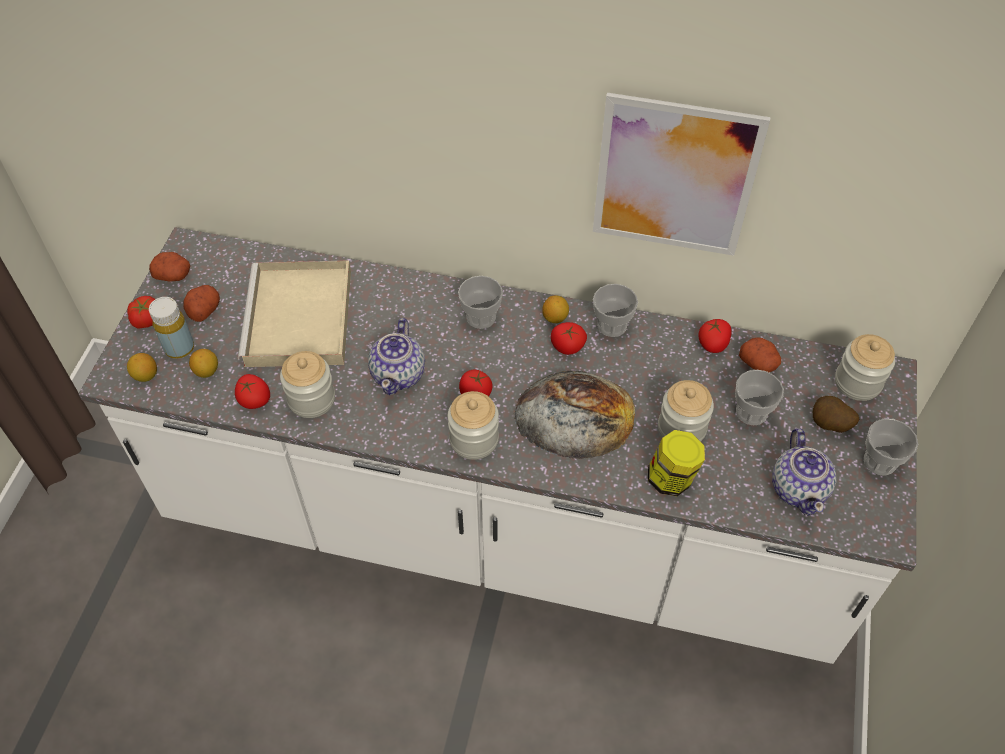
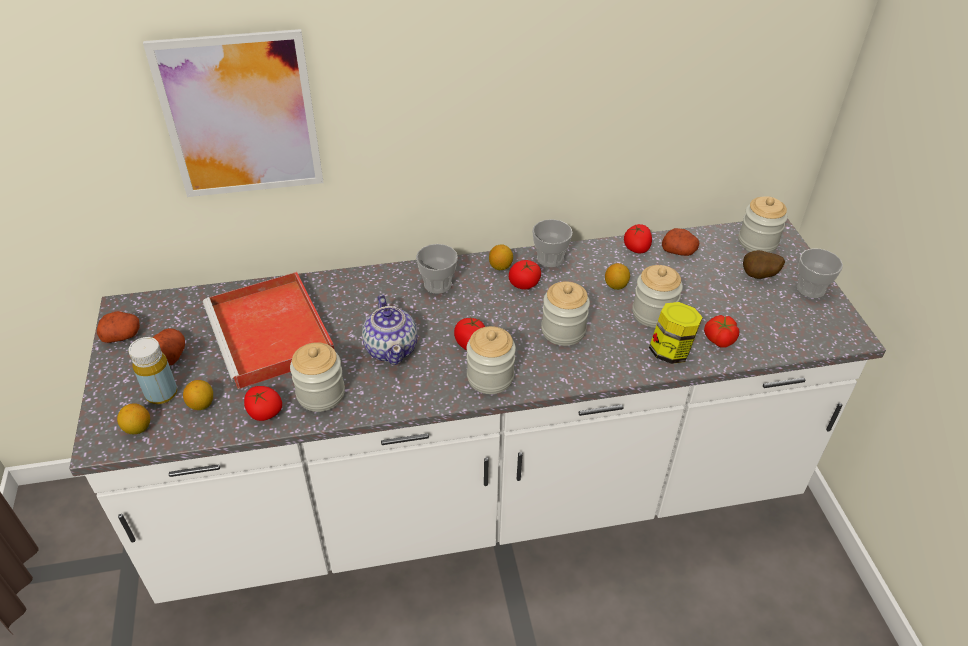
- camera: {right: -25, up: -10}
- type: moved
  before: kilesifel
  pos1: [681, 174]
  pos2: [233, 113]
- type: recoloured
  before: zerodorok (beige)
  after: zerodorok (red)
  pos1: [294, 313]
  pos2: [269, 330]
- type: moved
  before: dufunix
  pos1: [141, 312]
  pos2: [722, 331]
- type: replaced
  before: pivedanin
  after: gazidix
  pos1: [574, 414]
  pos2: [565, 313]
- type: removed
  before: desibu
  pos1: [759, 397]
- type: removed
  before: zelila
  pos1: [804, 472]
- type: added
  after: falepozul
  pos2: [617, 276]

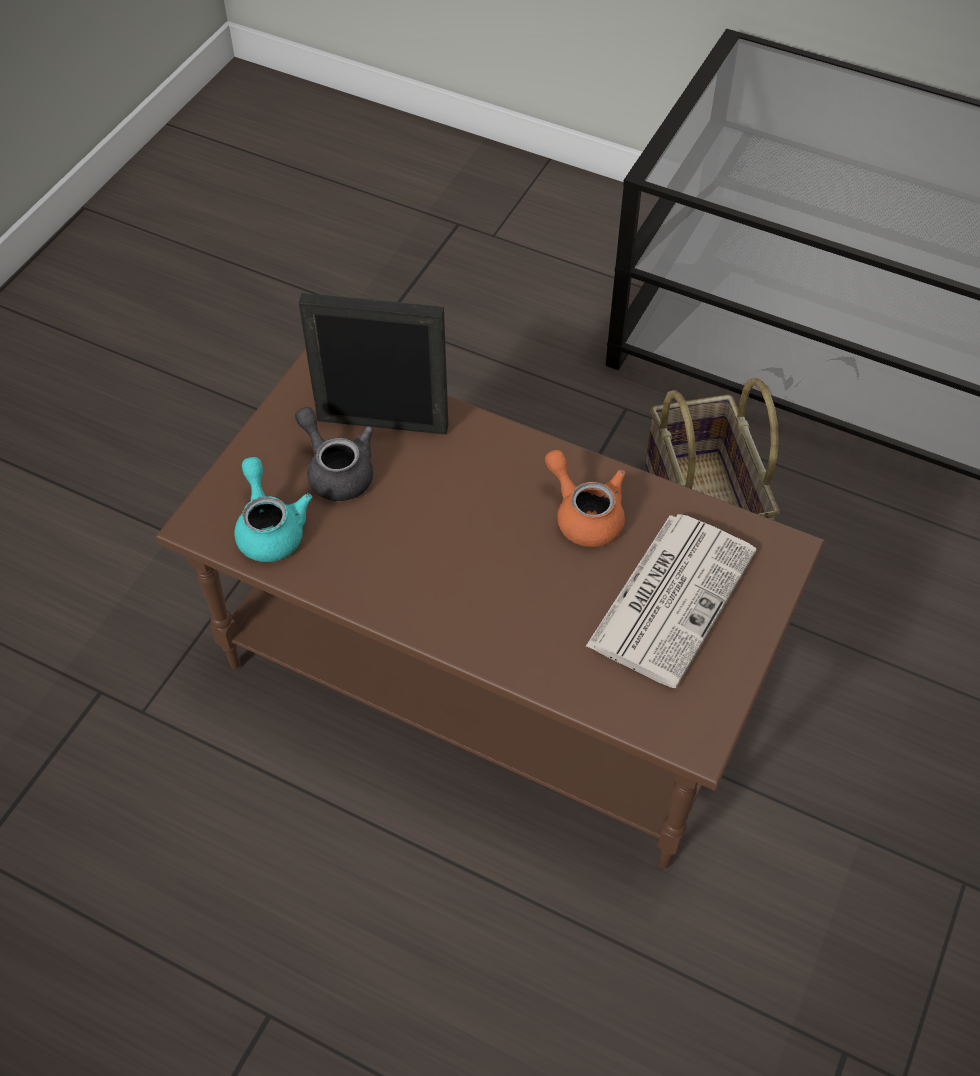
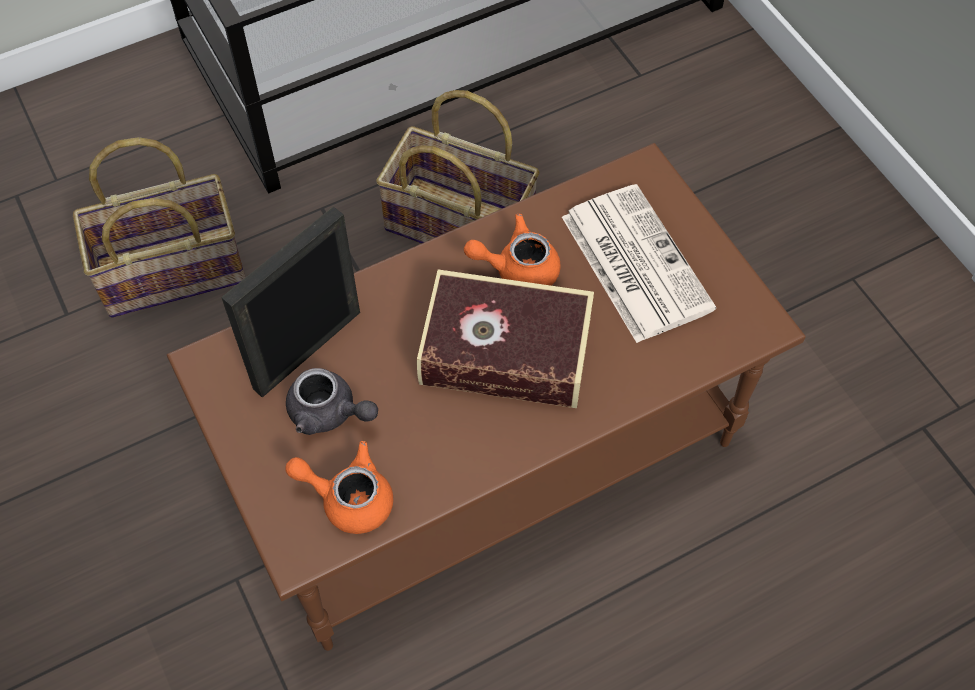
- camera: {right: -55, up: 5}
- type: turned
  before: zelila (grey)
  pos1: [334, 454]
  pos2: [332, 401]
  turn: -150
- type: recoloured
  before: zelila (turquoise)
  after: zelila (orange)
  pos1: [273, 509]
  pos2: [339, 487]
- type: added
  after: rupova
  pos2: [159, 227]
- type: added
  after: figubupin
  pos2: [505, 339]

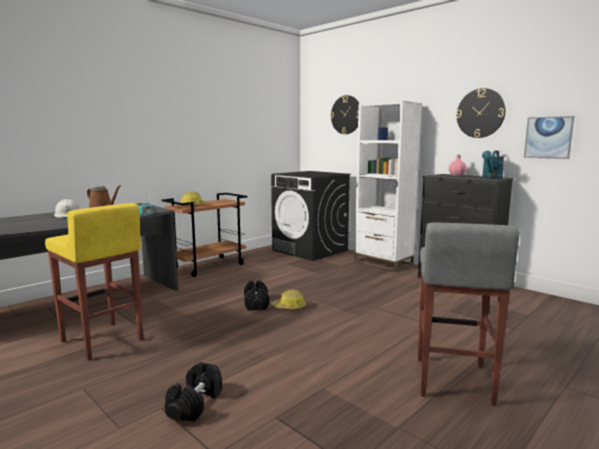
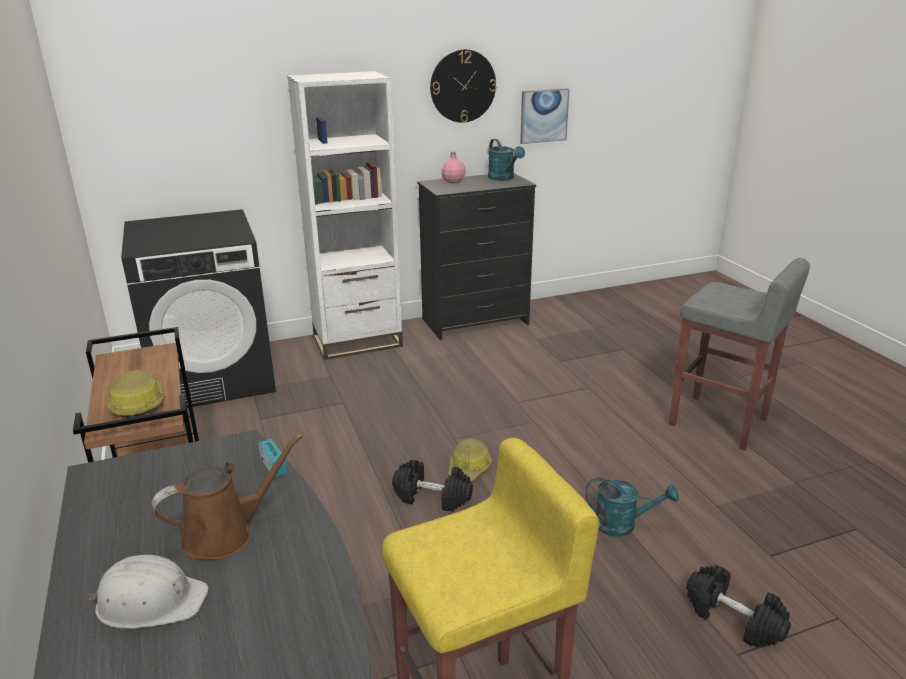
- camera: {right: -65, up: 15}
- type: removed
  before: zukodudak
  pos1: [344, 114]
- type: added
  after: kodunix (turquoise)
  pos2: [632, 507]

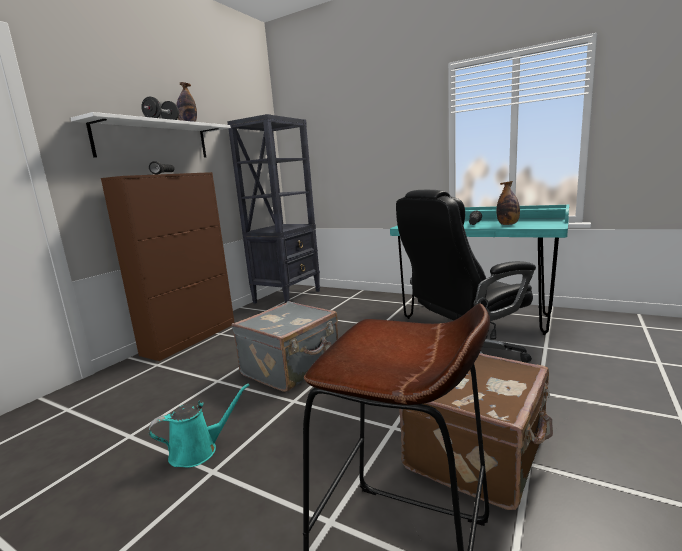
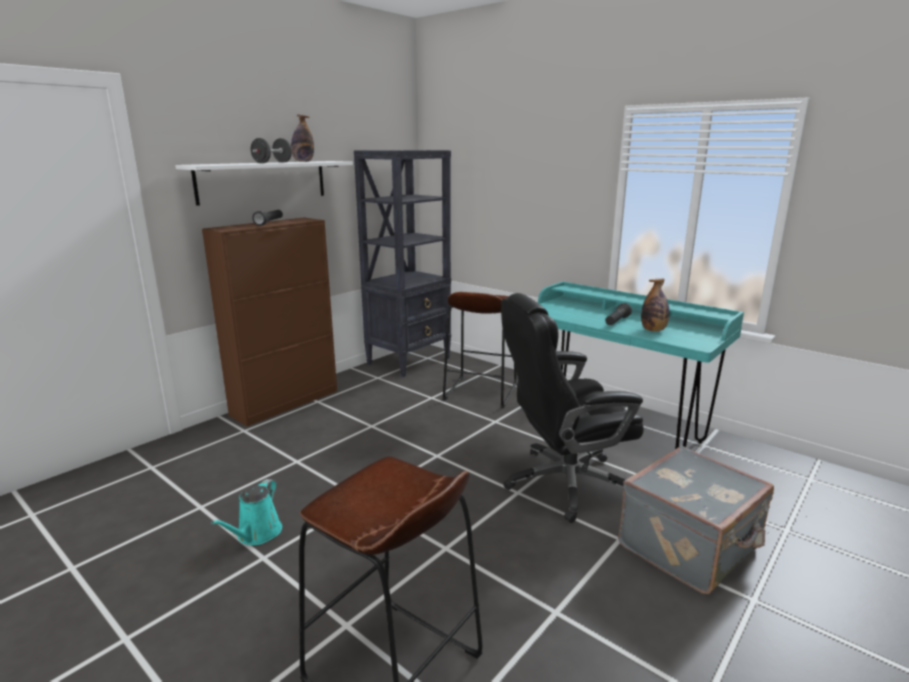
- camera: {right: 10, up: 5}
- type: moved
  before: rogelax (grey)
  pos1: [285, 346]
  pos2: [696, 520]
- type: removed
  before: rogelax (brown)
  pos1: [476, 431]
- type: turned
  before: kodunix (turquoise)
  pos1: [199, 425]
  pos2: [246, 512]
  turn: 120
- type: added
  after: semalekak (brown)
  pos2: [479, 350]

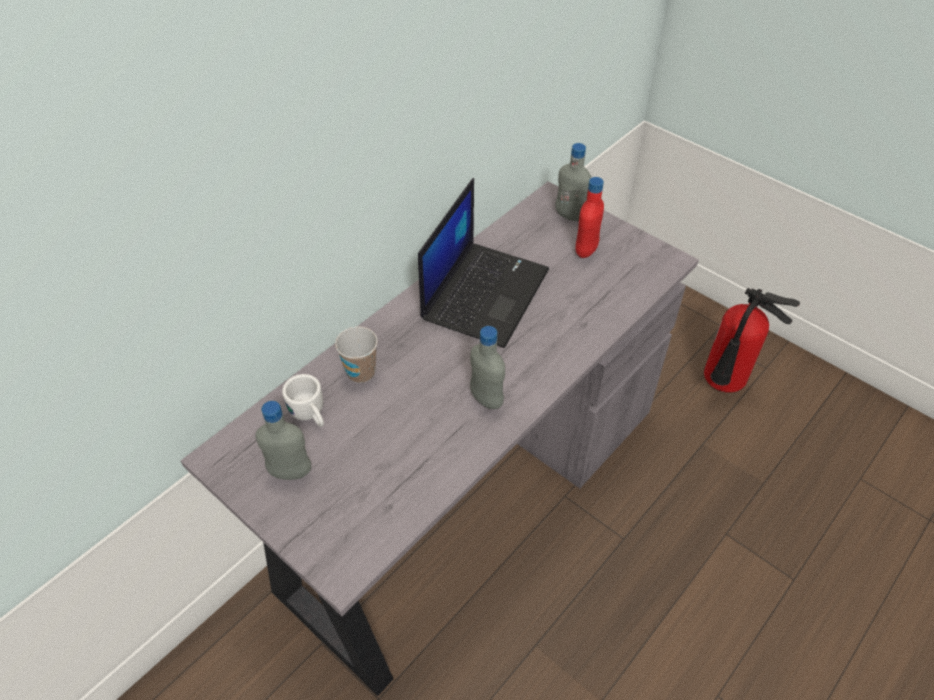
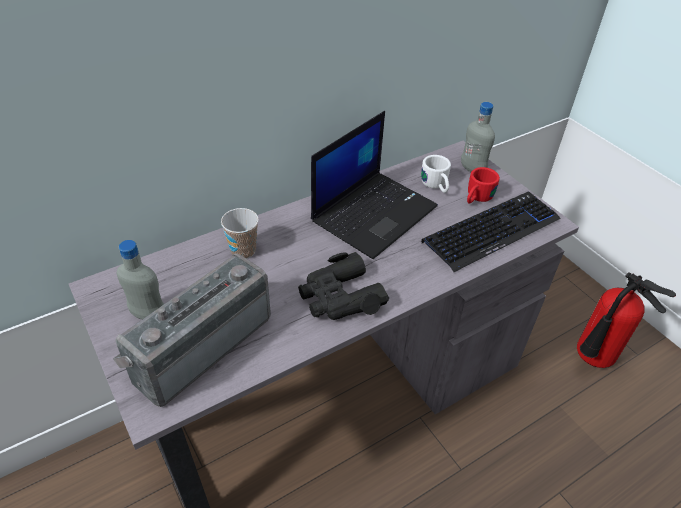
- camera: {right: 15, up: -5}
- type: replaced
  before: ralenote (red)
  after: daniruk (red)
  pos1: [589, 217]
  pos2: [483, 185]
- type: replaced
  before: ralenote (grey)
  after: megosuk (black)
  pos1: [487, 367]
  pos2: [343, 286]
- type: moved
  before: daniruk (white)
  pos1: [303, 400]
  pos2: [436, 174]
- type: added
  after: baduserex
  pos2: [491, 231]
- type: added
  after: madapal
  pos2: [192, 330]

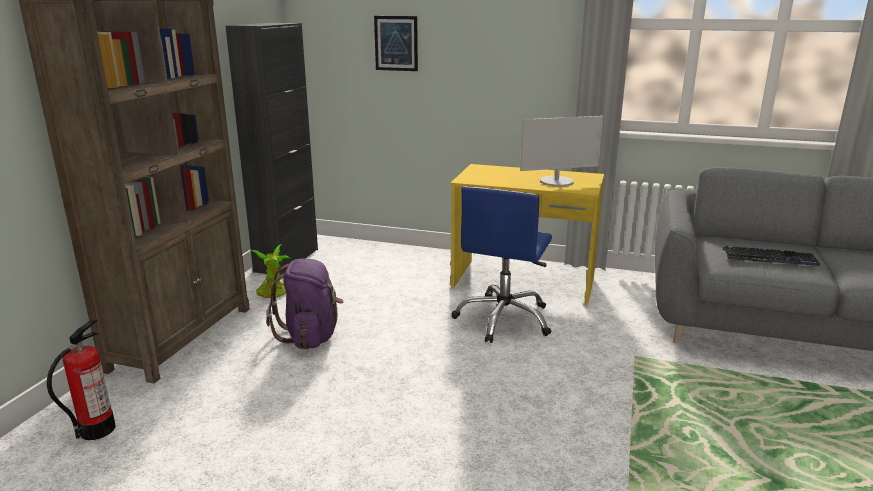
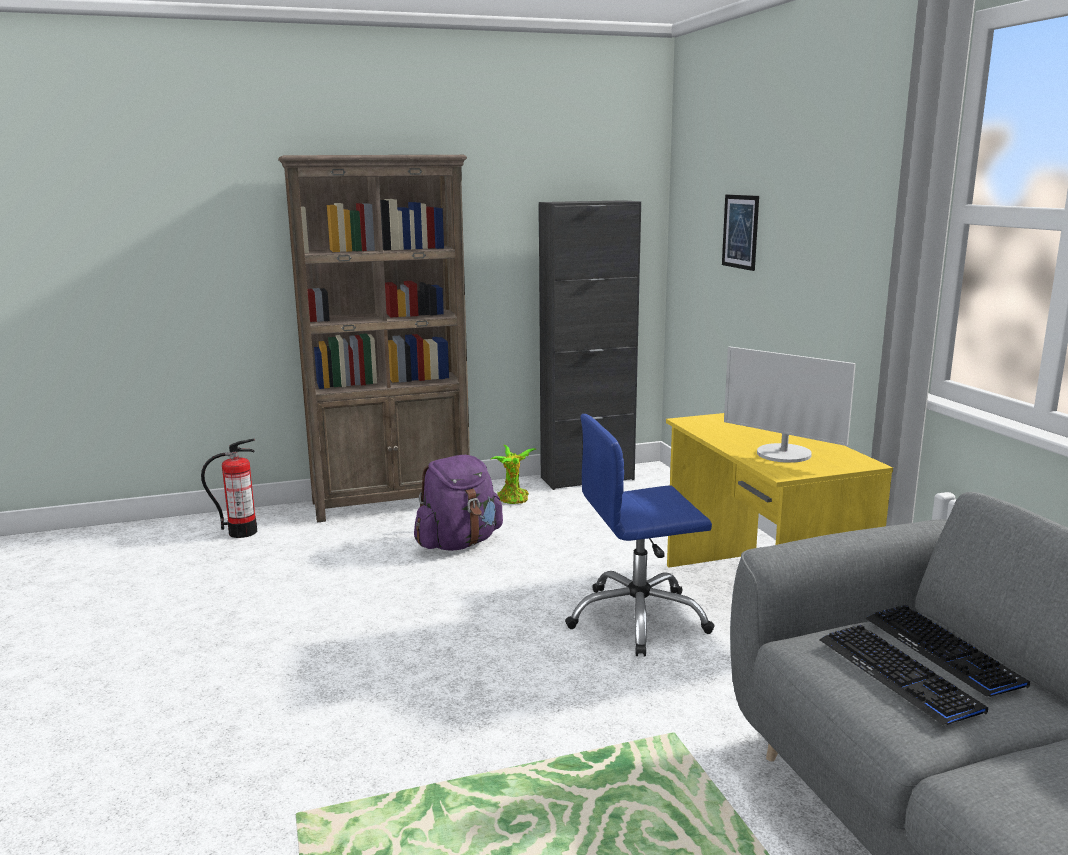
- camera: {right: 55, up: -5}
- type: added
  after: baduserex
  pos2: [947, 651]

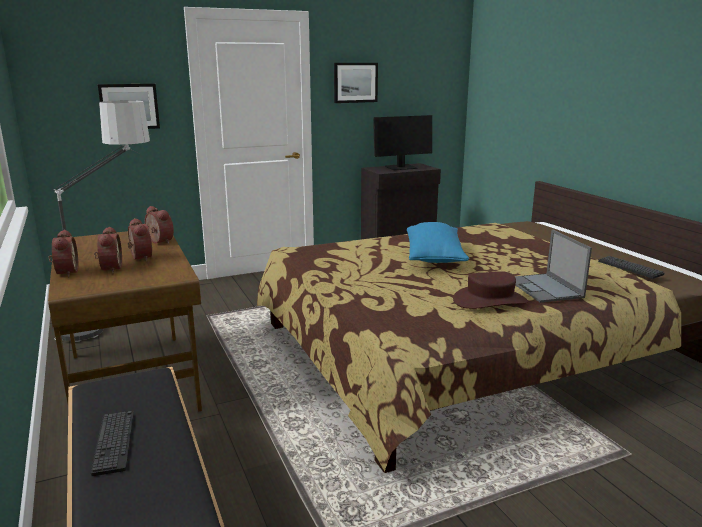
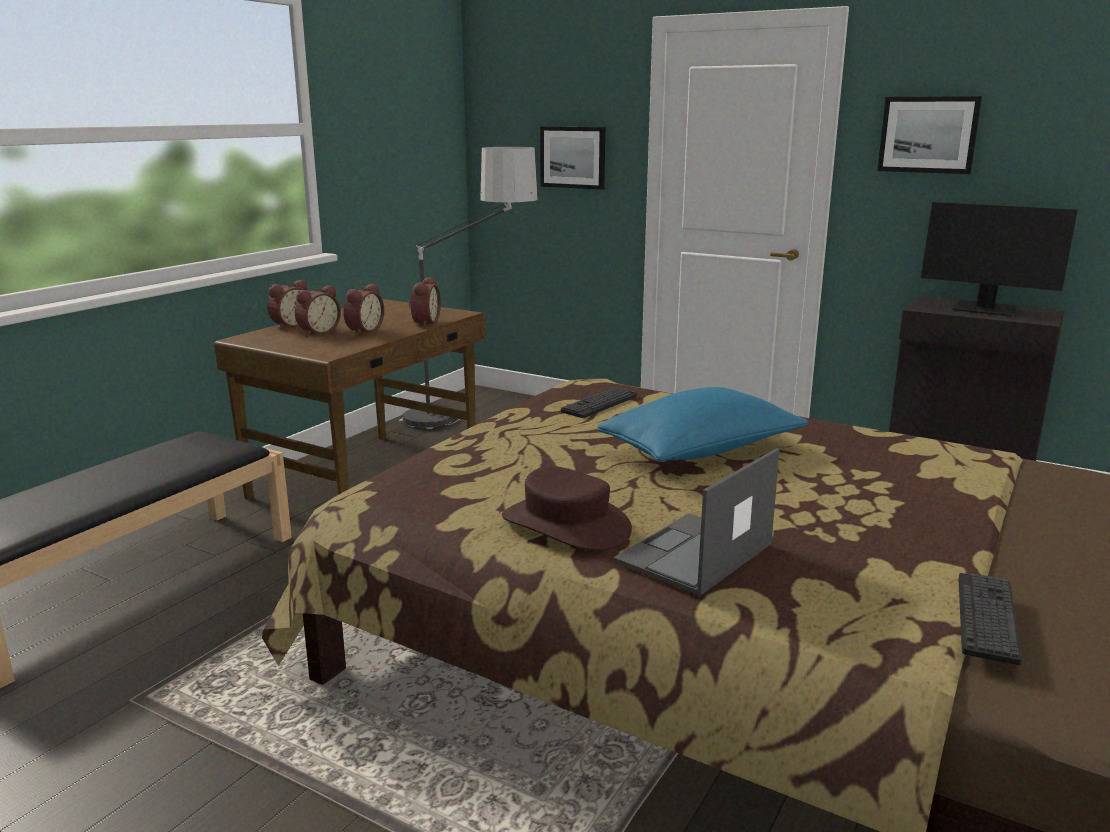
- camera: {right: 55, up: 0}
- type: moved
  before: baduserex
  pos1: [112, 443]
  pos2: [599, 402]

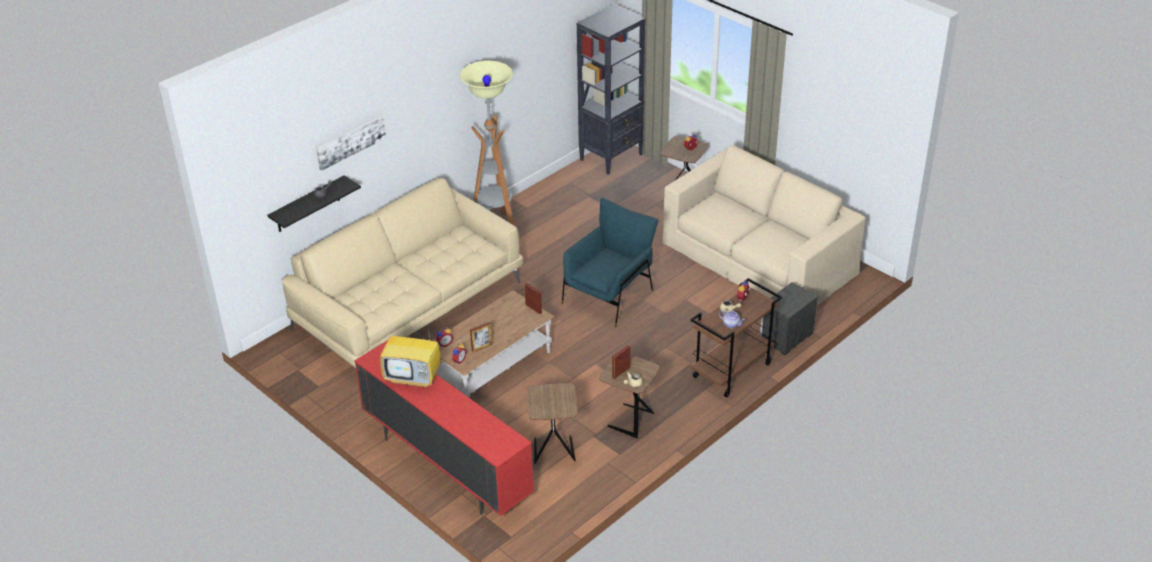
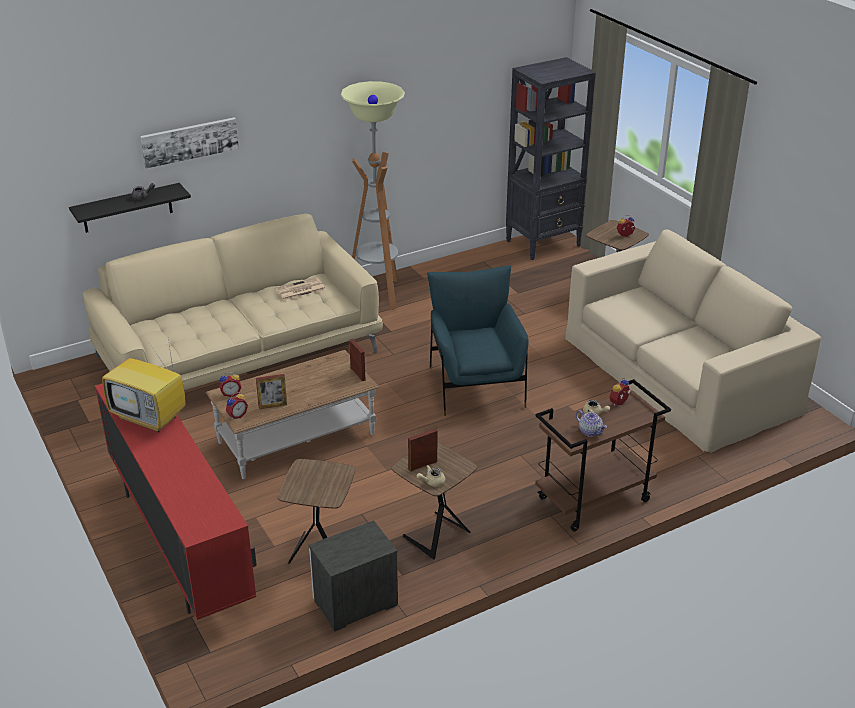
- camera: {right: 15, up: -5}
- type: turned
  before: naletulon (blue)
  pos1: [610, 262]
  pos2: [478, 340]
  turn: -60
- type: moved
  before: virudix
  pos1: [789, 318]
  pos2: [353, 576]
- type: added
  after: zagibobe
  pos2: [300, 288]

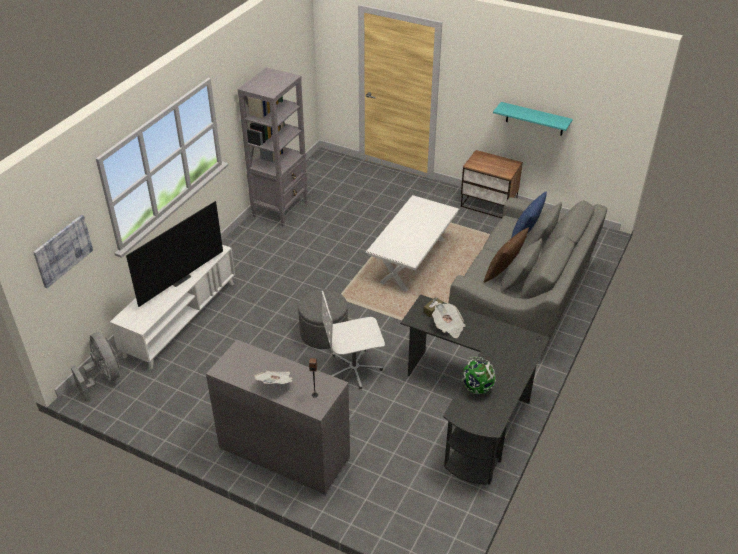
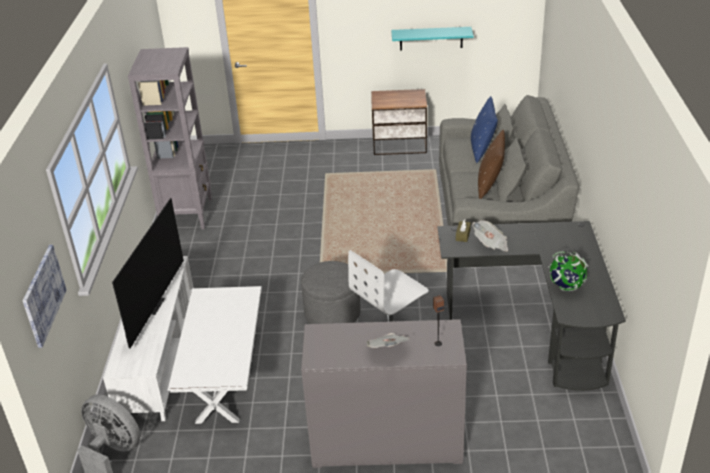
- camera: {right: -25, up: -5}
- type: moved
  before: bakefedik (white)
  pos1: [412, 243]
  pos2: [215, 355]

